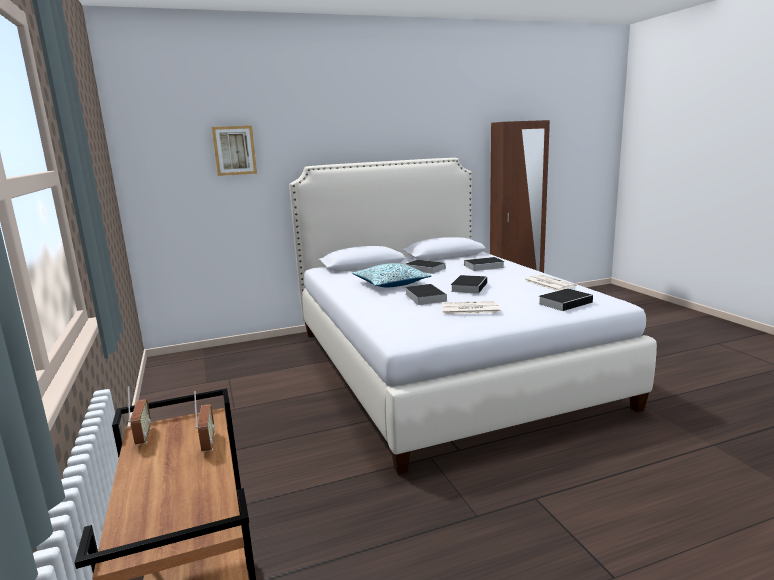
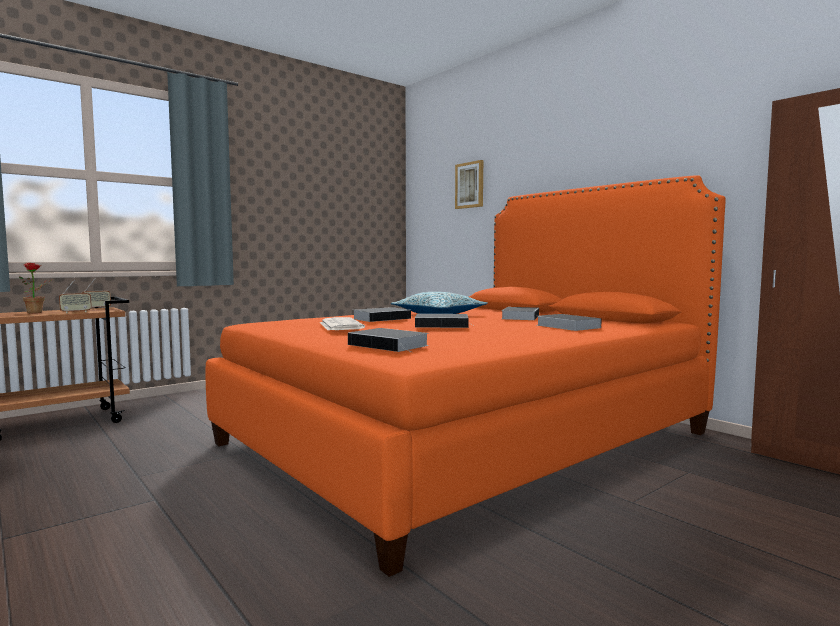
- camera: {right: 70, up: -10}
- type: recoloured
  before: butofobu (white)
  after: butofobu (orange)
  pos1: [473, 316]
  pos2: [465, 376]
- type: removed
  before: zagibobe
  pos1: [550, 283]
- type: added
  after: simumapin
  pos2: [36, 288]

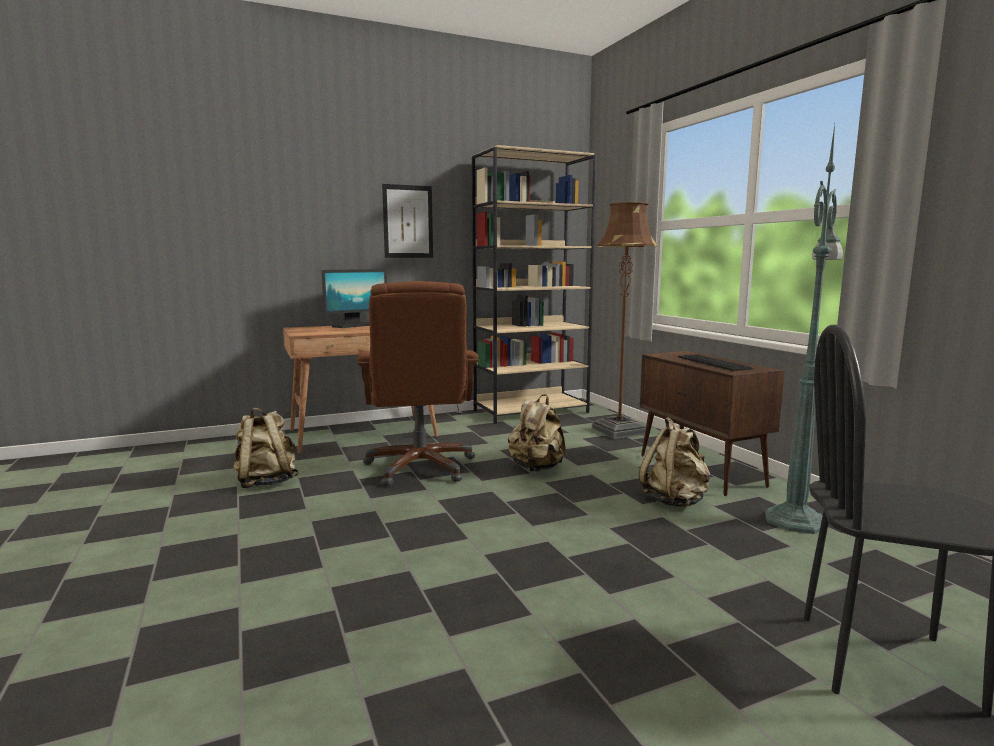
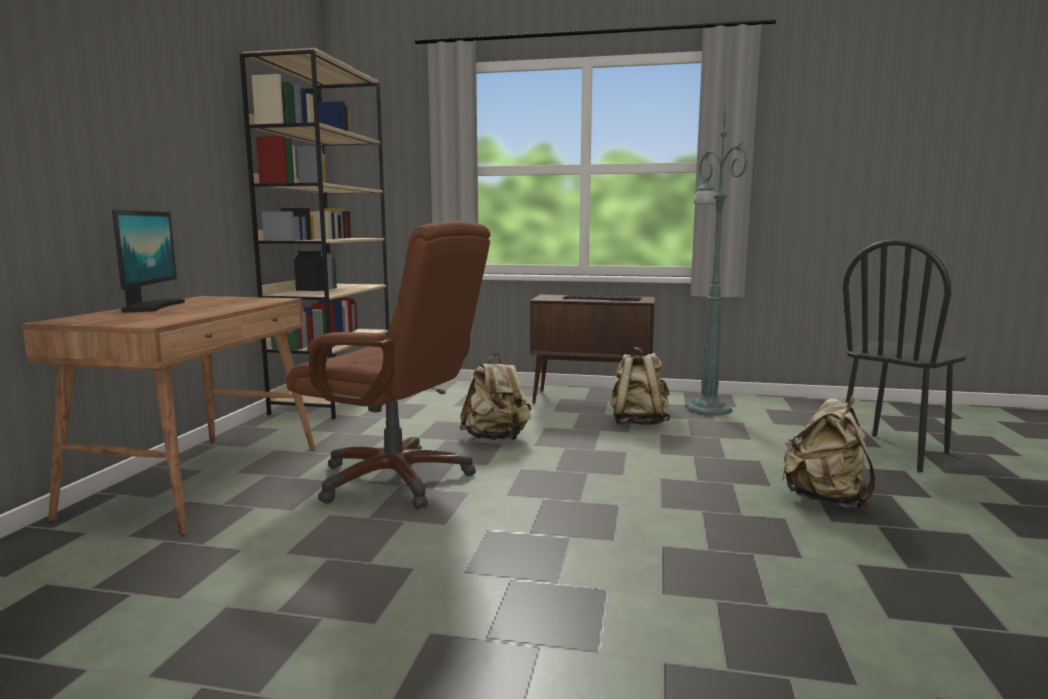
- camera: {right: -55, up: 0}
- type: removed
  before: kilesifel
  pos1: [407, 221]
- type: removed
  before: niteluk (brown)
  pos1: [625, 320]
- type: moved
  before: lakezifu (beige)
  pos1: [266, 448]
  pos2: [829, 453]

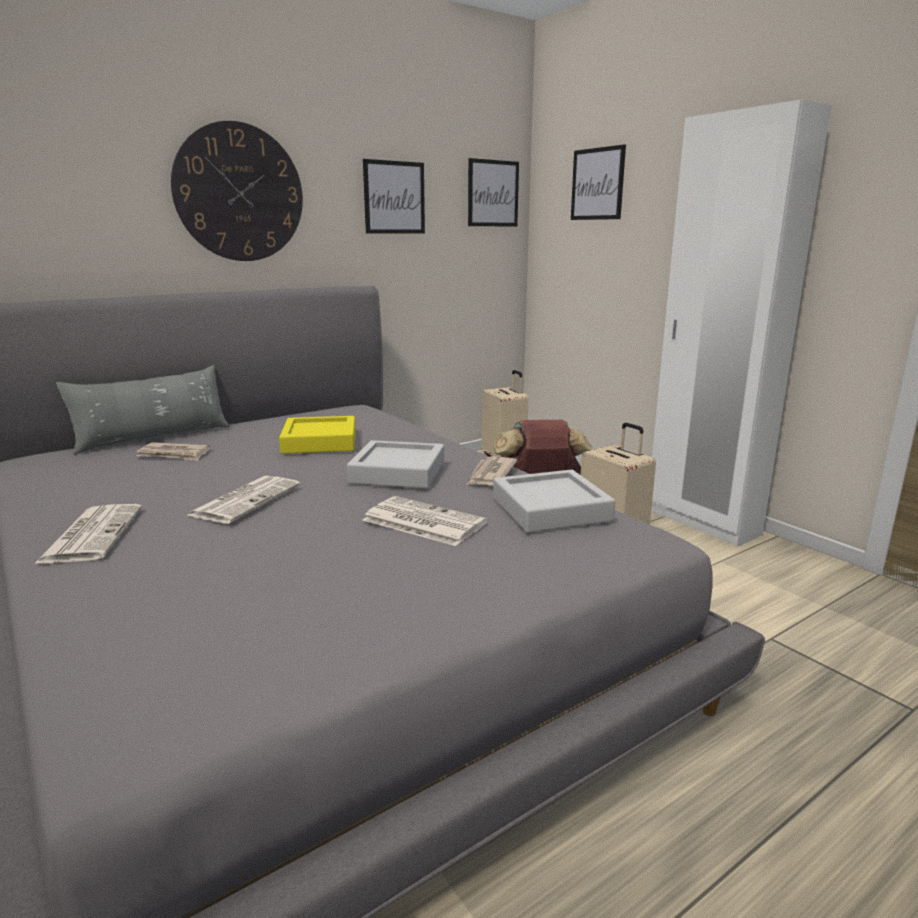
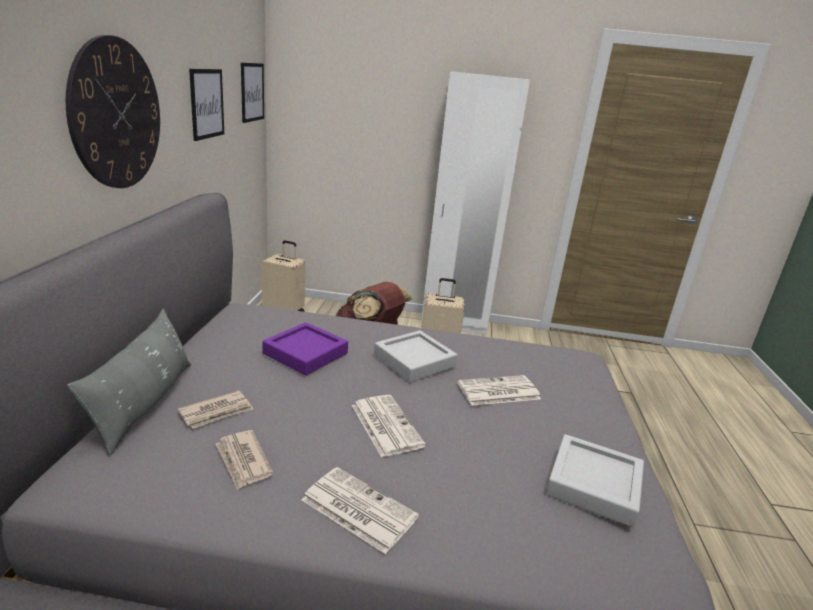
- camera: {right: -50, up: 5}
- type: removed
  before: kilesifel
  pos1: [598, 182]
- type: recoloured
  before: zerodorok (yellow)
  after: zerodorok (purple)
  pos1: [317, 435]
  pos2: [305, 348]
- type: moved
  before: zagibobe
  pos1: [492, 471]
  pos2: [244, 460]
- type: moved
  before: zerodorok (grey)
  pos1: [554, 501]
  pos2: [595, 480]

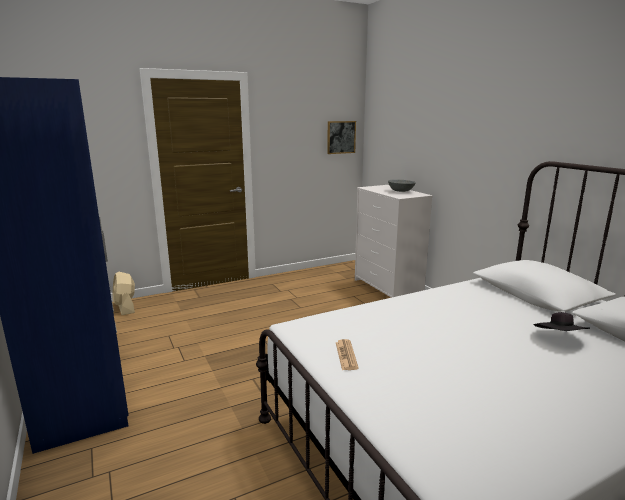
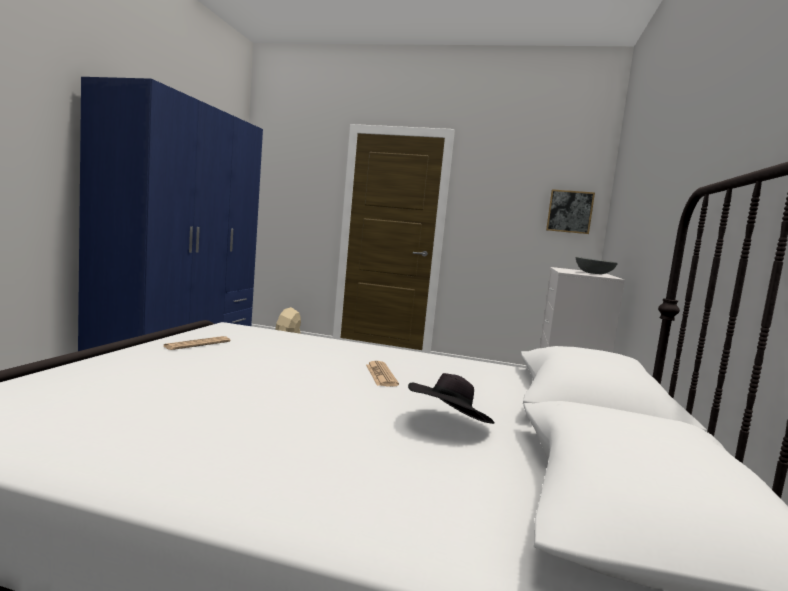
- camera: {right: 40, up: -10}
- type: added
  after: zagibobe
  pos2: [382, 374]

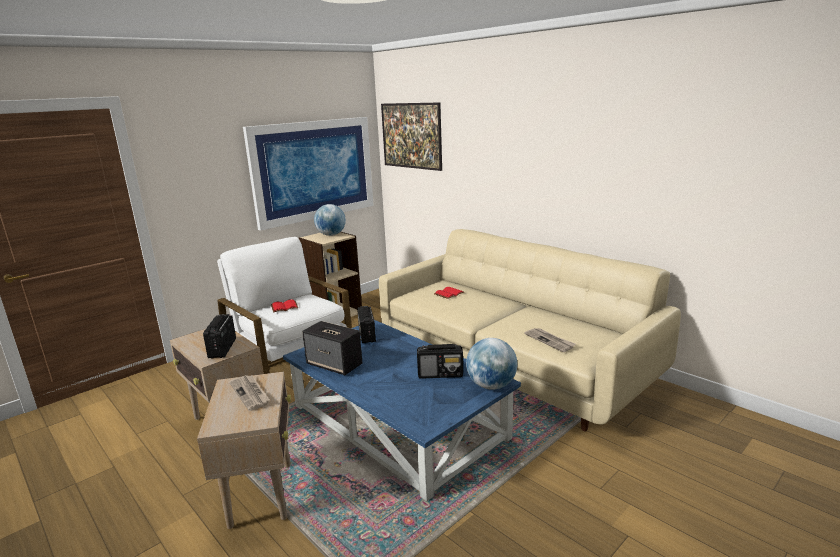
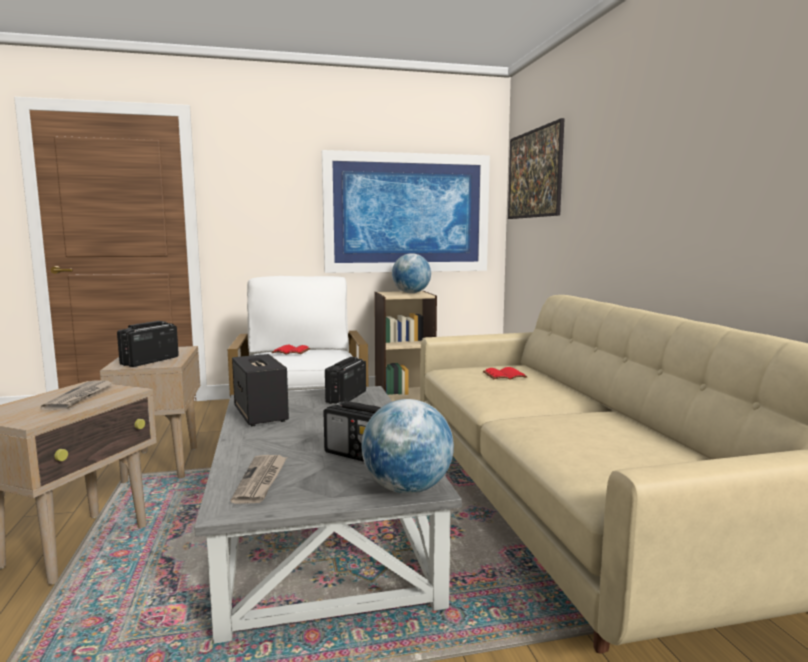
- camera: {right: 30, up: -10}
- type: recoloured
  before: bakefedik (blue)
  after: bakefedik (grey)
  pos1: [402, 410]
  pos2: [328, 515]
- type: moved
  before: zagibobe
  pos1: [550, 340]
  pos2: [259, 479]

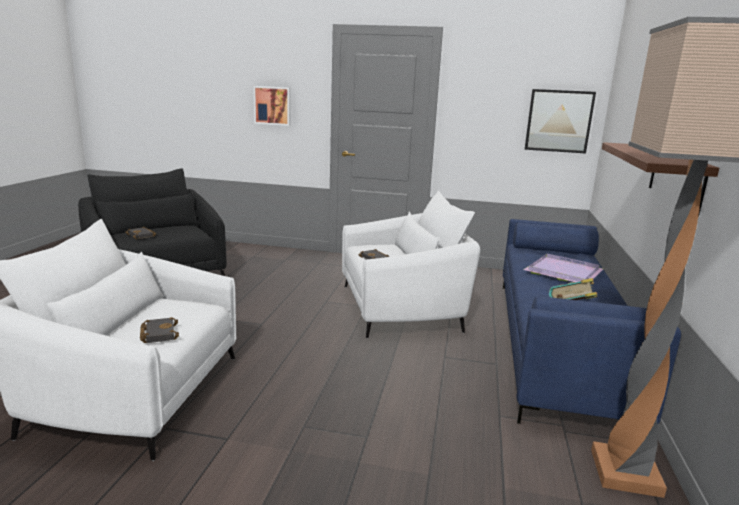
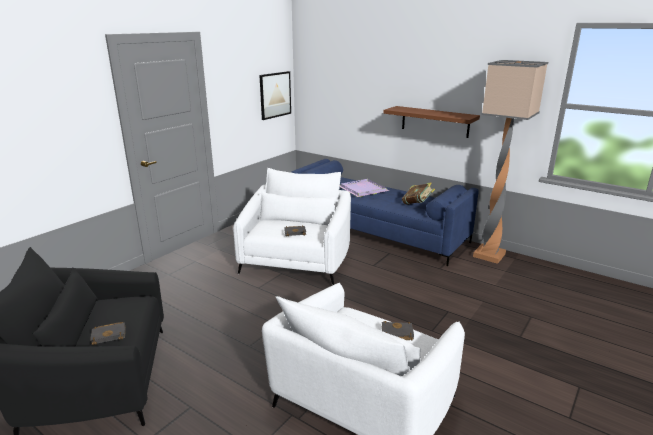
- camera: {right: -65, up: 5}
- type: removed
  before: kilesifel
  pos1: [272, 106]

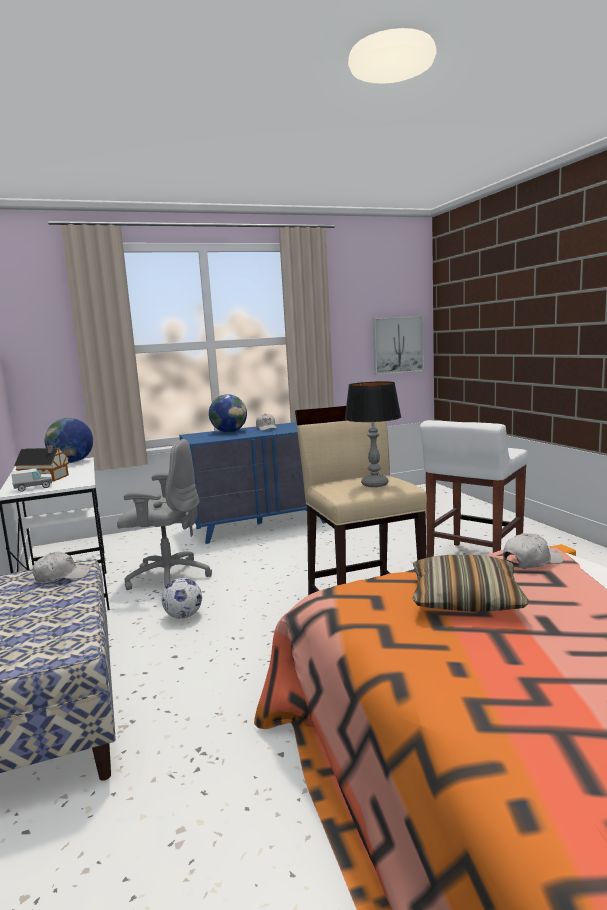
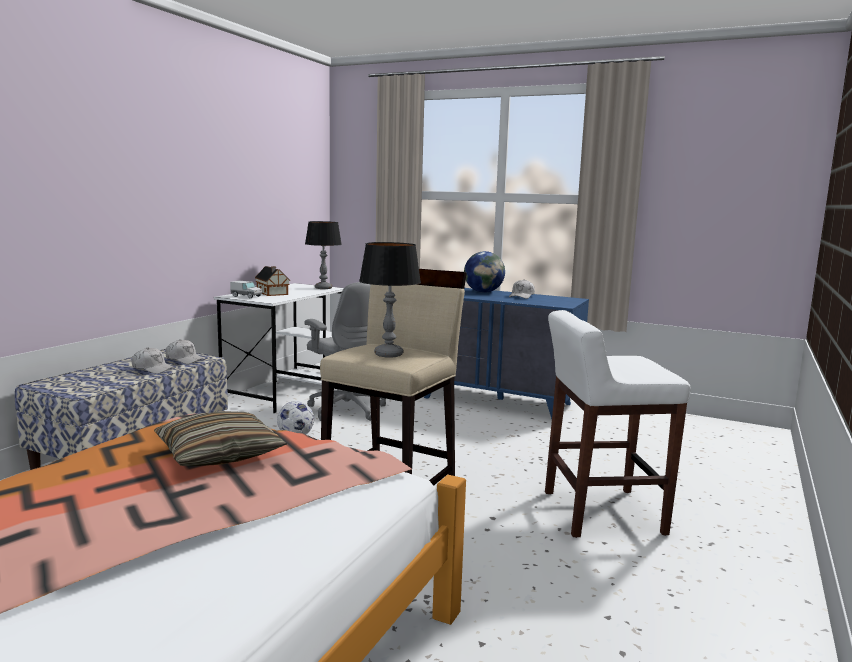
- camera: {right: 45, up: 0}
- type: removed
  before: kilesifel
  pos1: [398, 345]
- type: replaced
  before: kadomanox
  after: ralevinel
  pos1: [69, 440]
  pos2: [323, 255]
- type: moved
  before: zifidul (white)
  pos1: [533, 550]
  pos2: [153, 360]

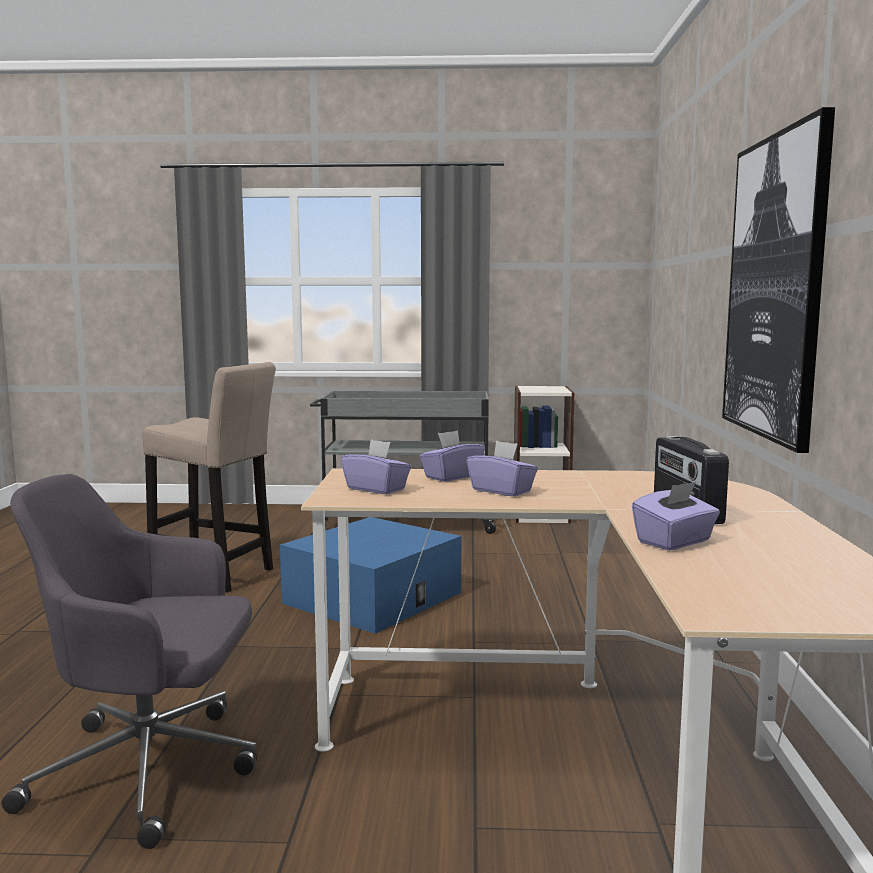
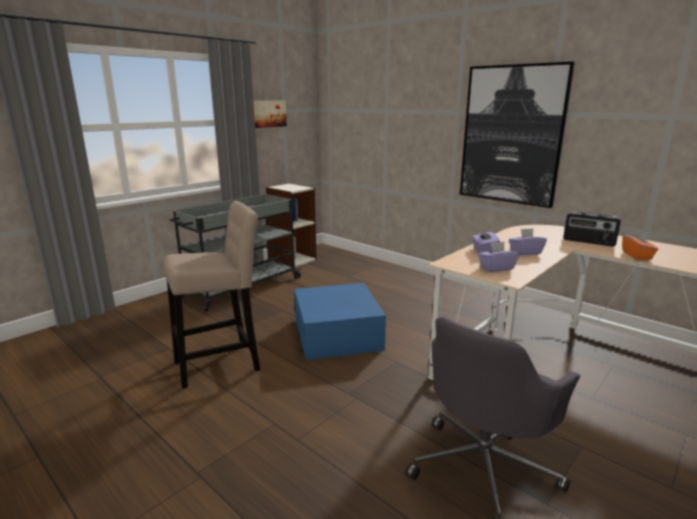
- camera: {right: -50, up: 10}
- type: recoloured
  before: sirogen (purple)
  after: sirogen (orange)
  pos1: [676, 516]
  pos2: [640, 245]
- type: added
  after: kilesifel
  pos2: [270, 114]

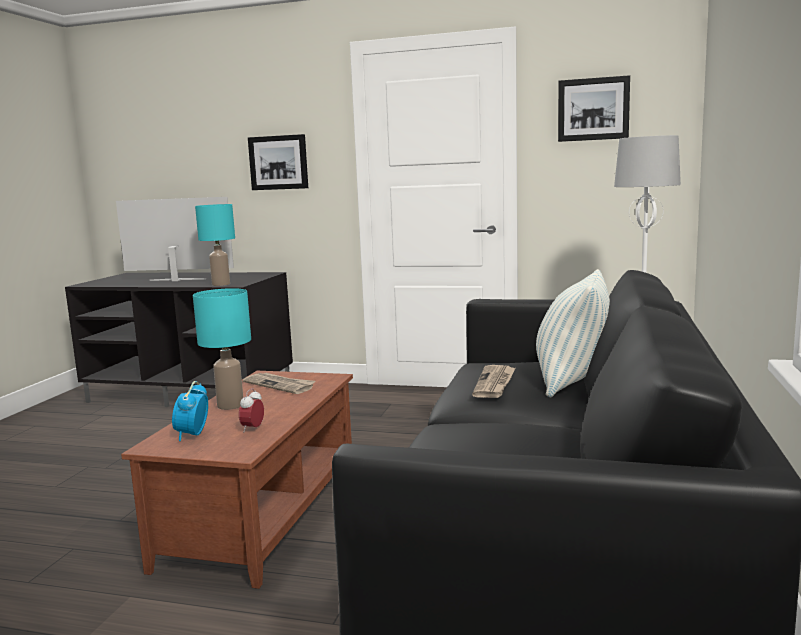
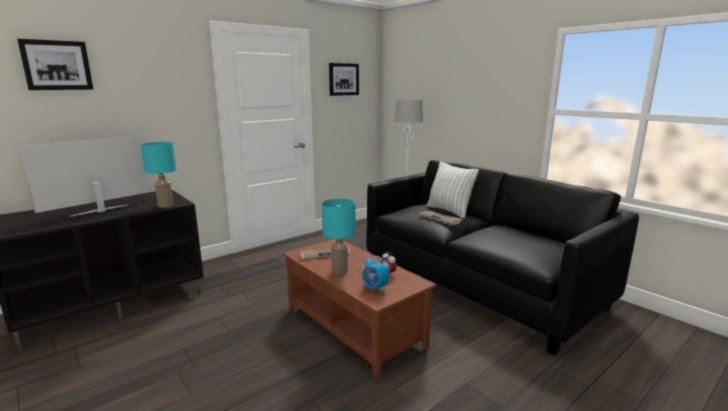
- camera: {right: -55, up: 5}
- type: moved
  before: kilesifel
  pos1: [278, 162]
  pos2: [55, 64]

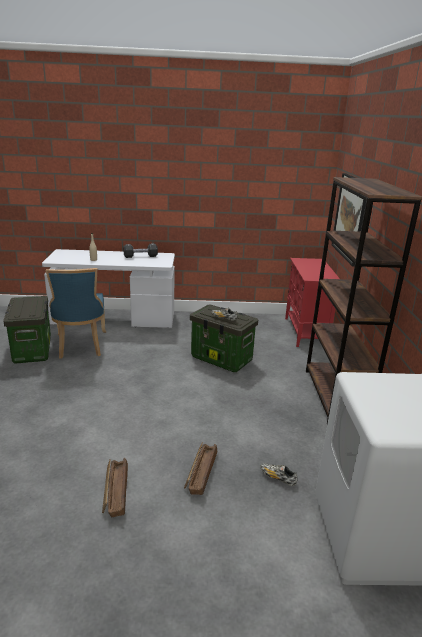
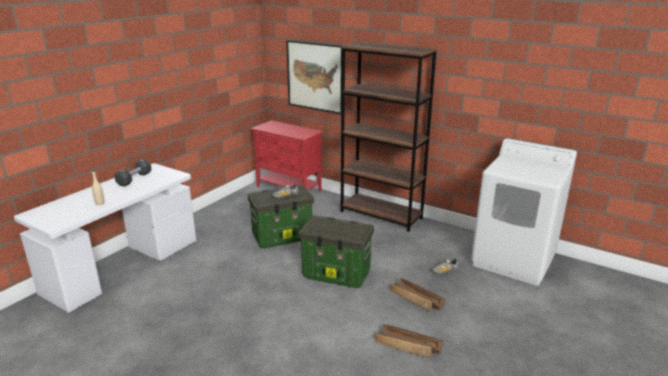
- camera: {right: -55, up: 0}
- type: removed
  before: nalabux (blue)
  pos1: [76, 313]
- type: moved
  before: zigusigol
  pos1: [27, 330]
  pos2: [336, 252]

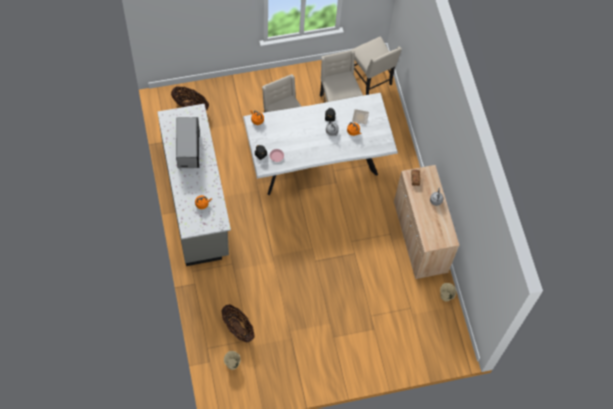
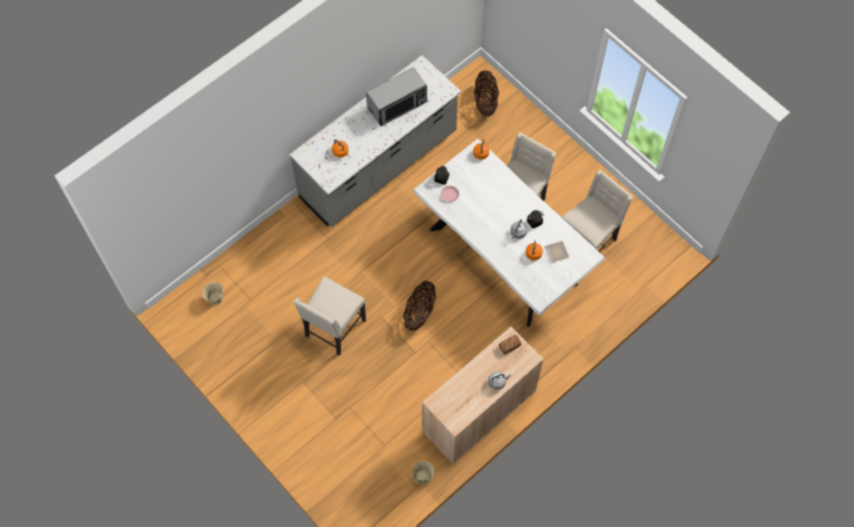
- camera: {right: 65, up: 0}
- type: moved
  before: nalabux (beige)
  pos1: [377, 65]
  pos2: [330, 316]
- type: moved
  before: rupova
  pos1: [238, 323]
  pos2: [419, 306]

